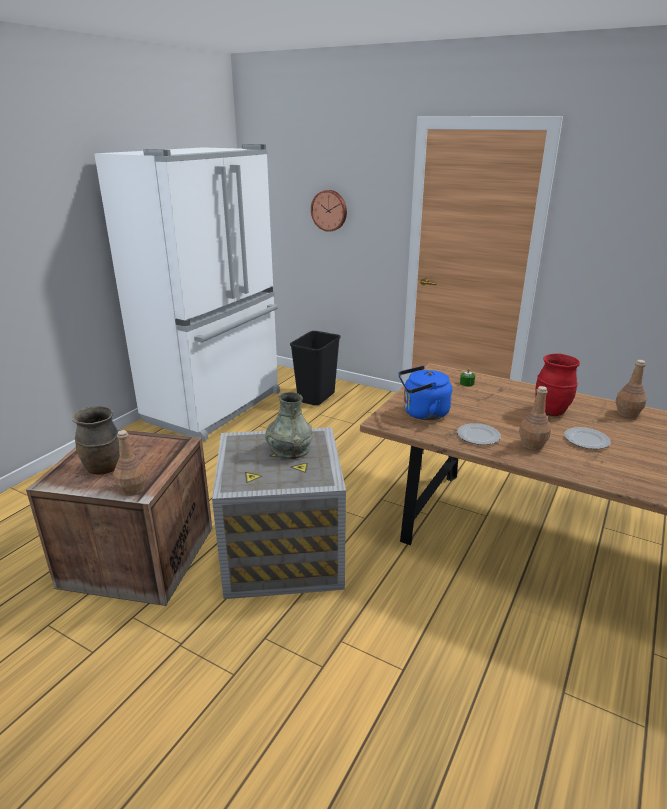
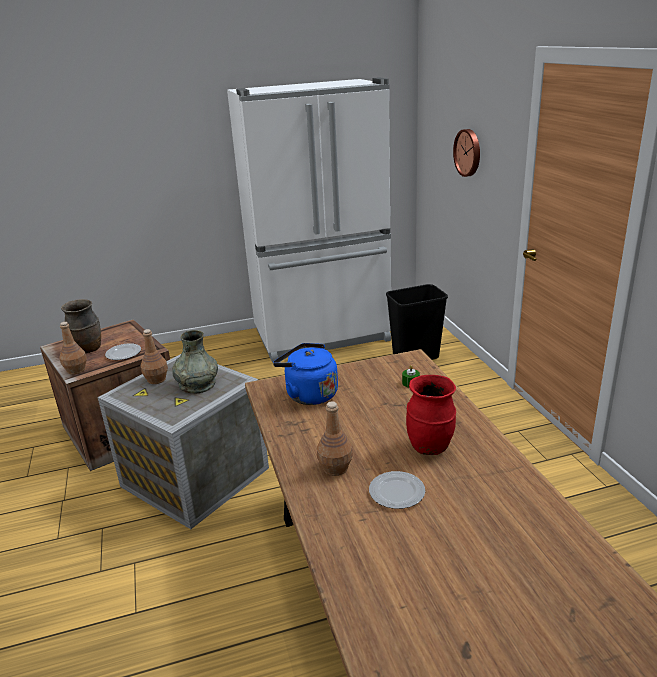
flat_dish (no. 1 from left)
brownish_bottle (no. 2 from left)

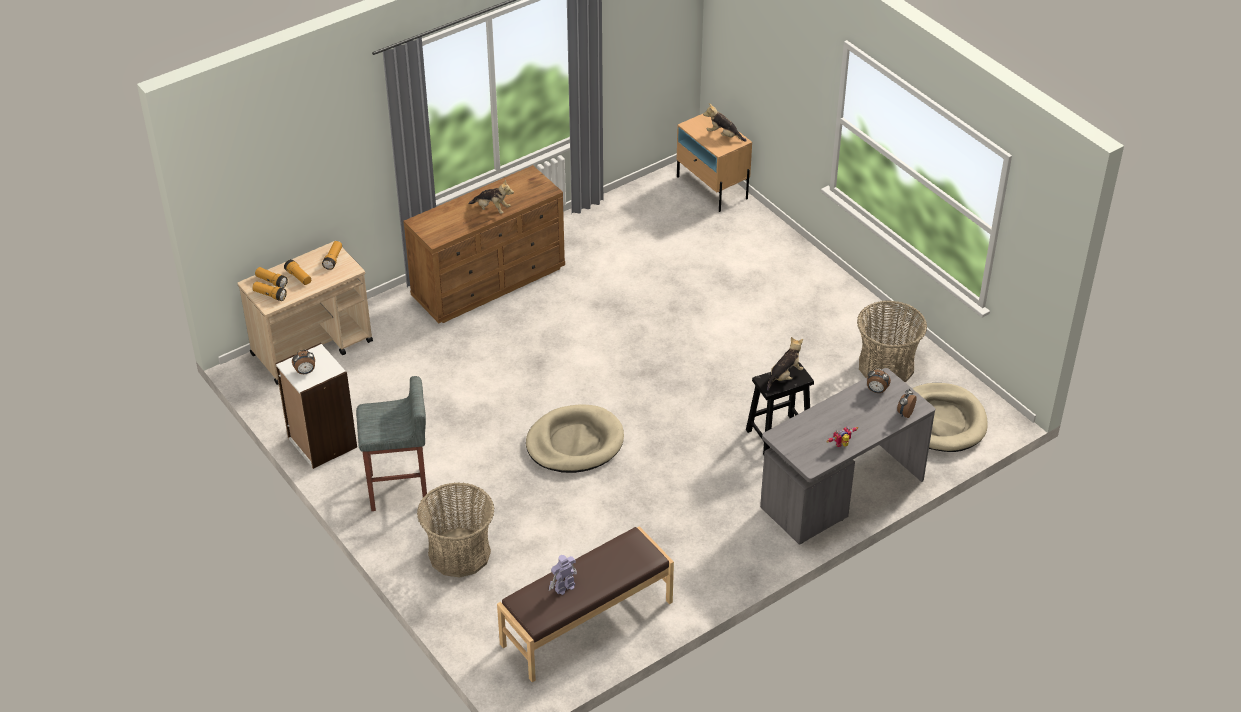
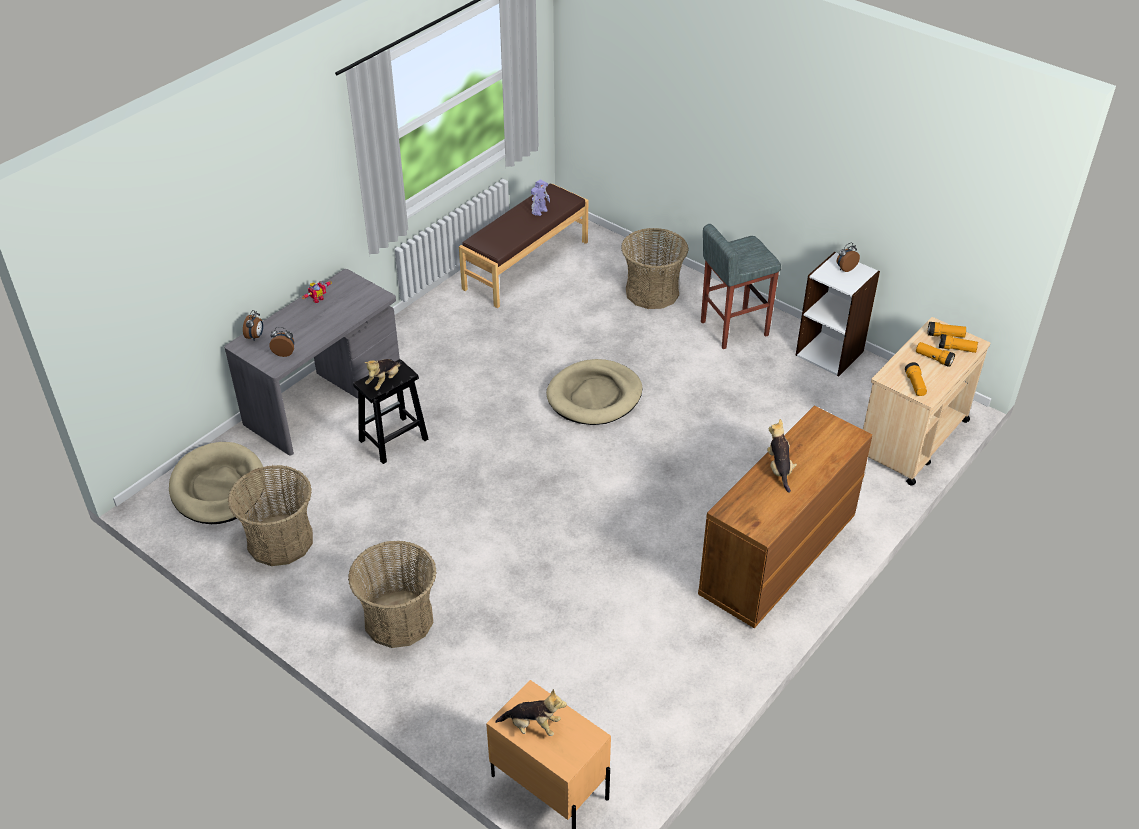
cuddly_toy (no. 3 from left)
basket (no. 2 from left)

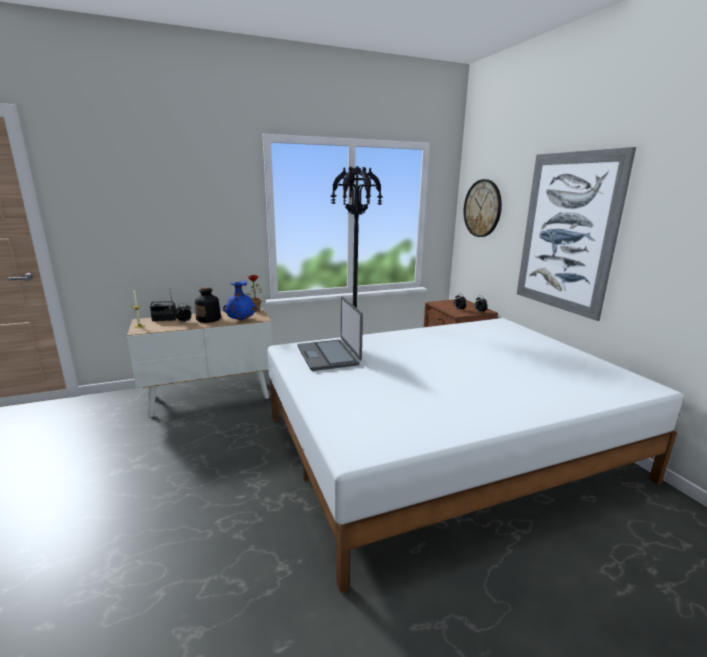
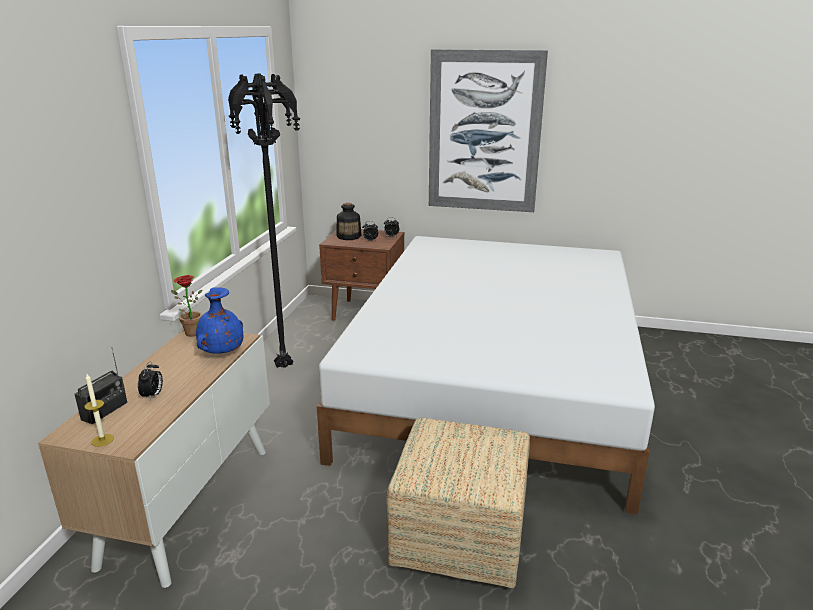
bottle
notebook_computer
hanging_clock
ottoman

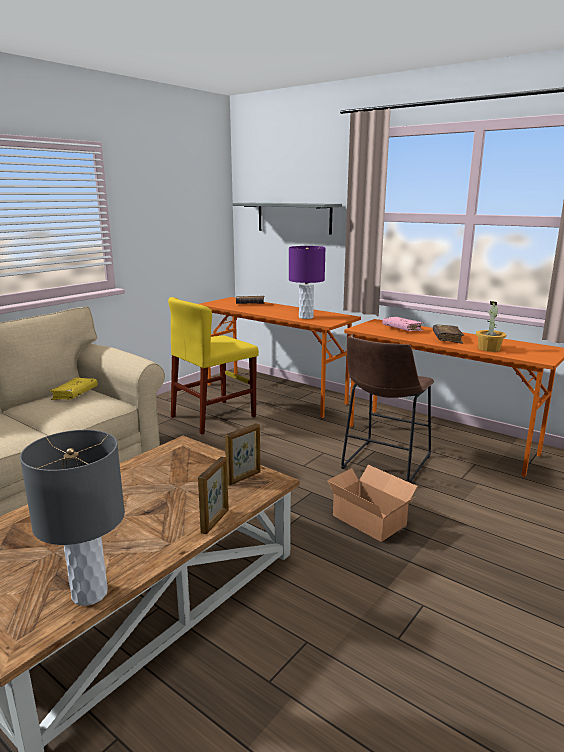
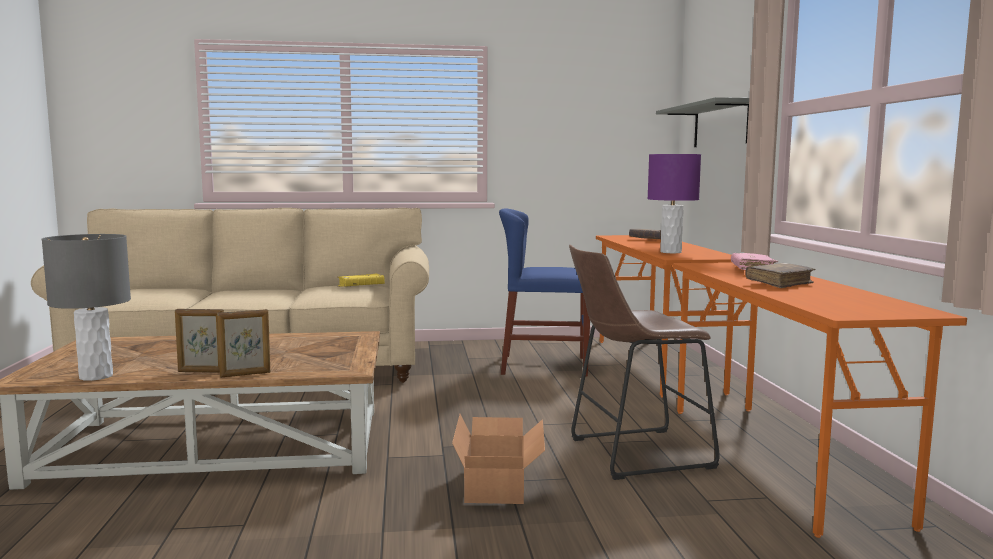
blue_upright_chair
photo_frame (no. 1 from left)
plant_in_a_pot

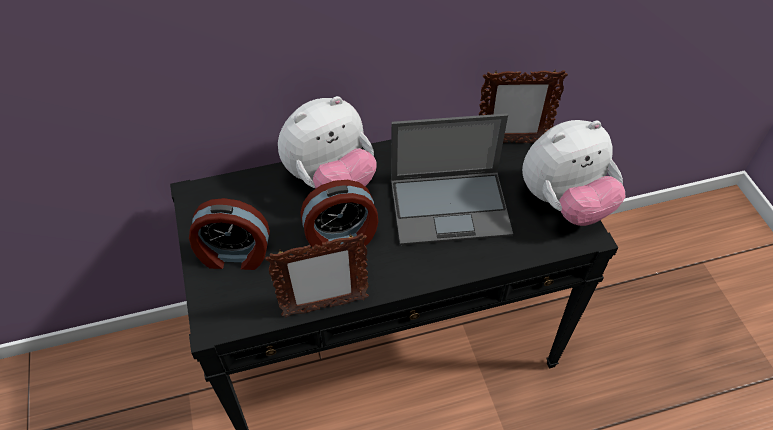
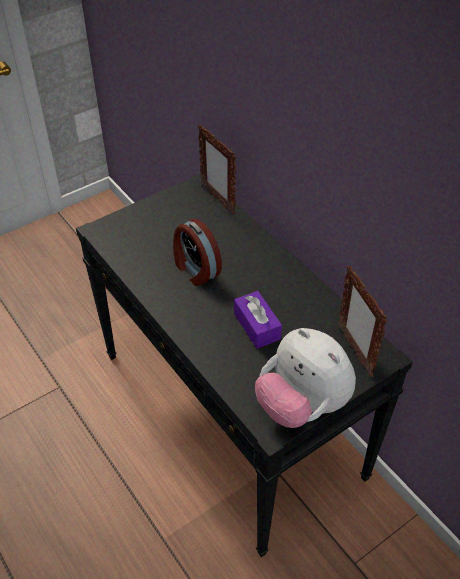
table_clock (no. 1 from left in the first image)
photo_frame (no. 1 from left)
cuddly_toy (no. 1 from left in the first image)
purplish_box_of_tissues

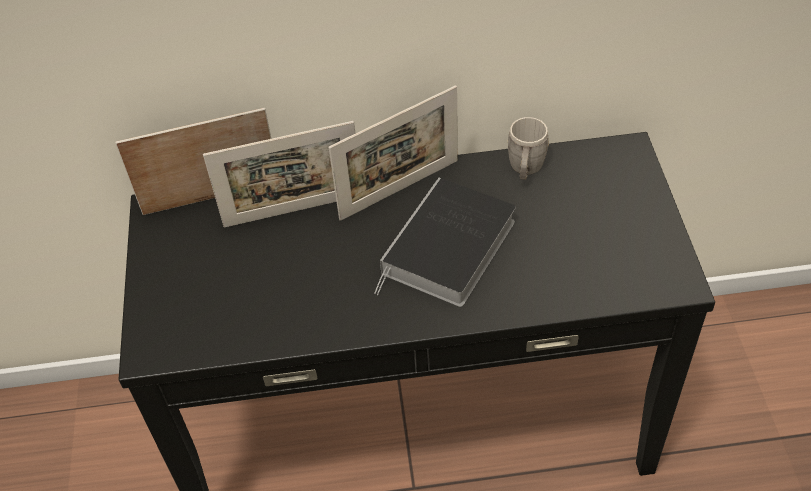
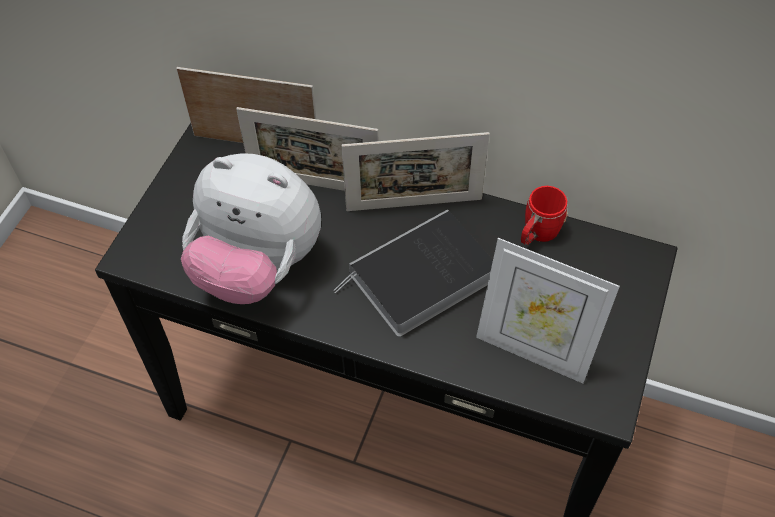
red-coloured_mug
cuddly_toy
photo_frame (no. 4 from left)

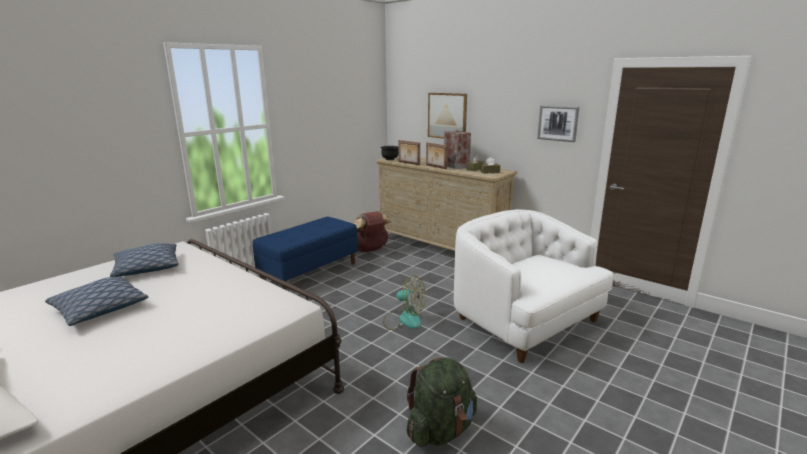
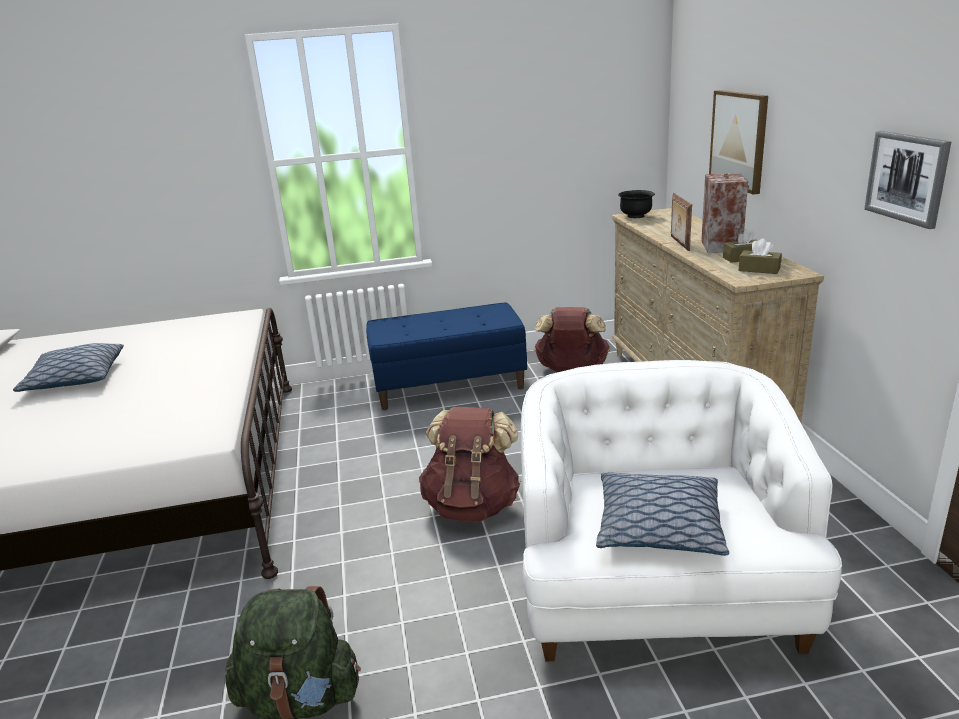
throw_pillow (no. 2 from left)
brownish_rucksack (no. 1 from left)
photo_frame (no. 1 from left in the first image)

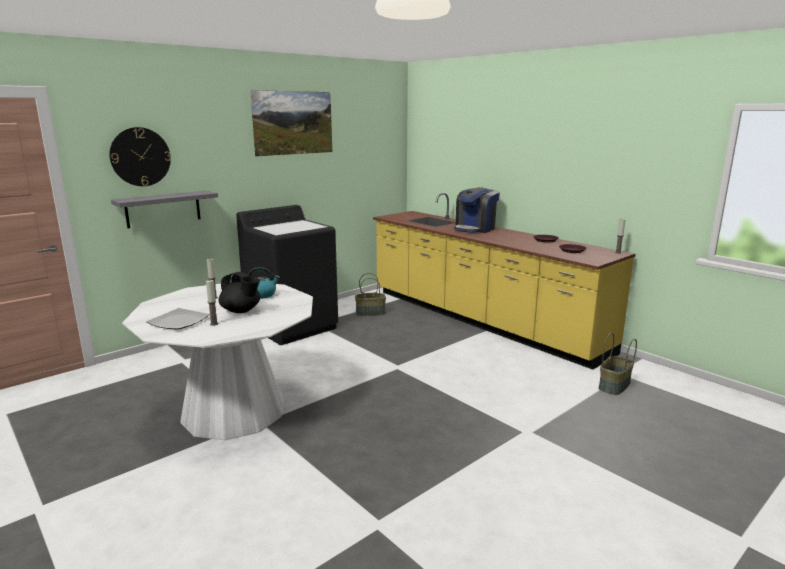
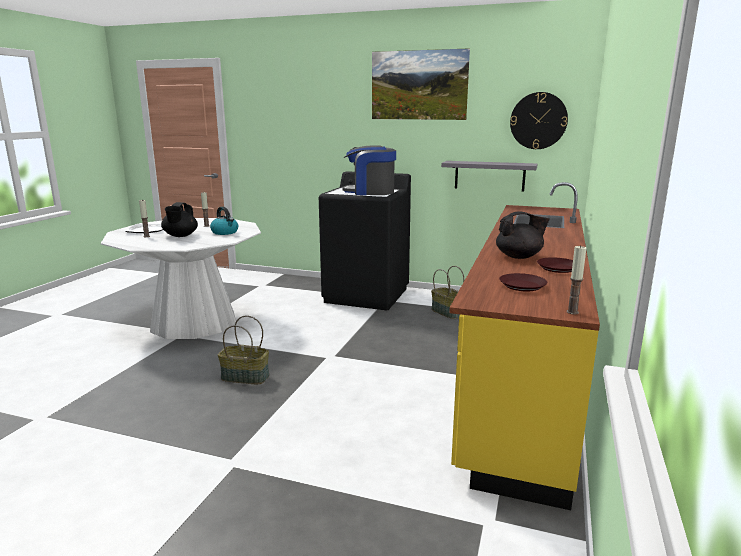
hanging_clock
greyish_wall_shelf
coffee_maker
basket (no. 1 from left)
black-coloured_teapot (no. 2 from left)

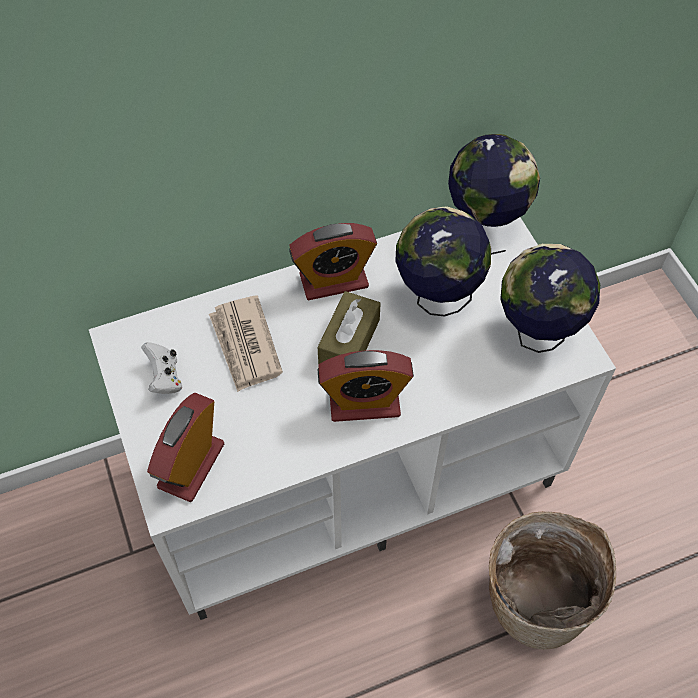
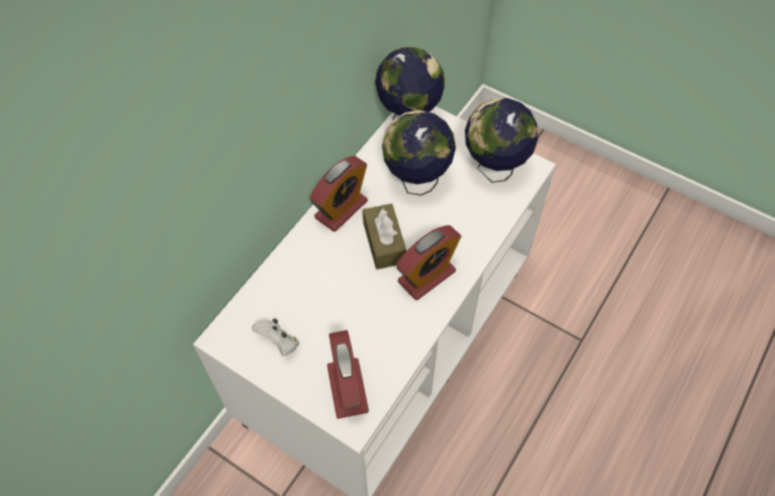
daily_paper
basket

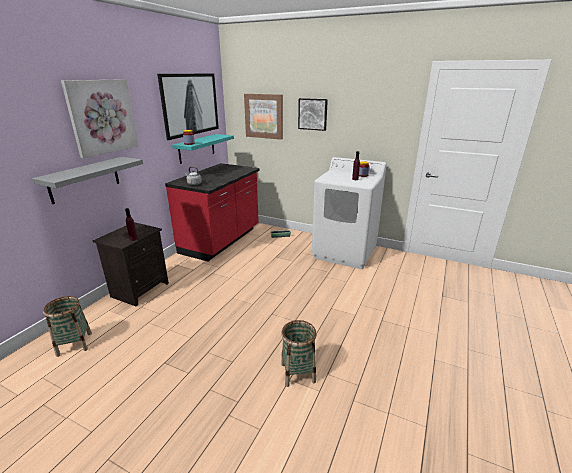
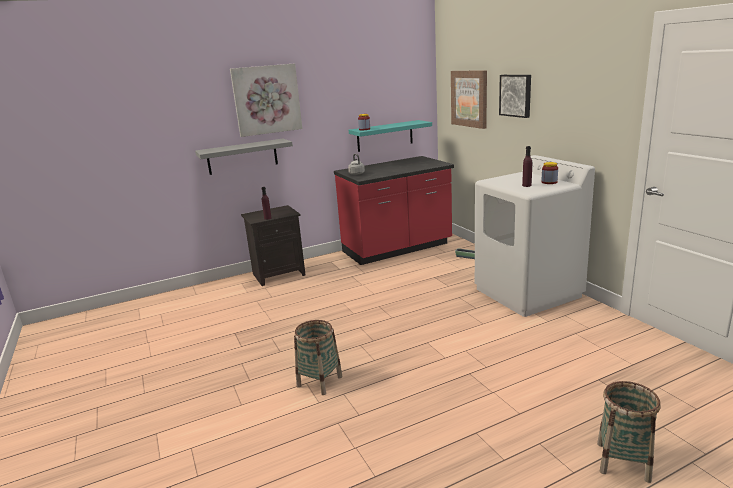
basket (no. 2 from left)
picture (no. 2 from left in the first image)

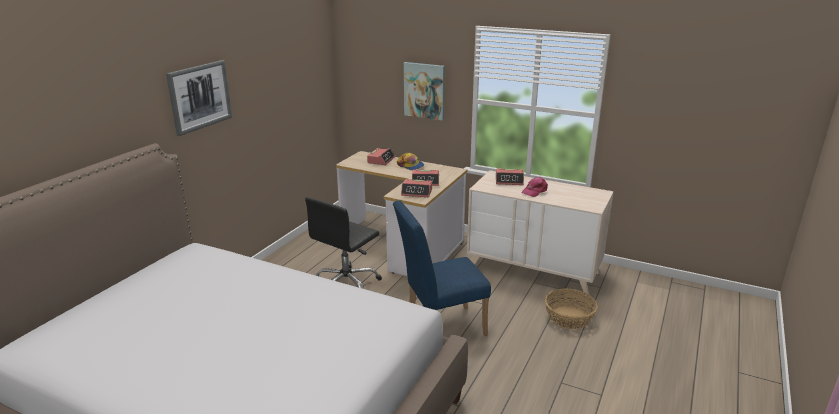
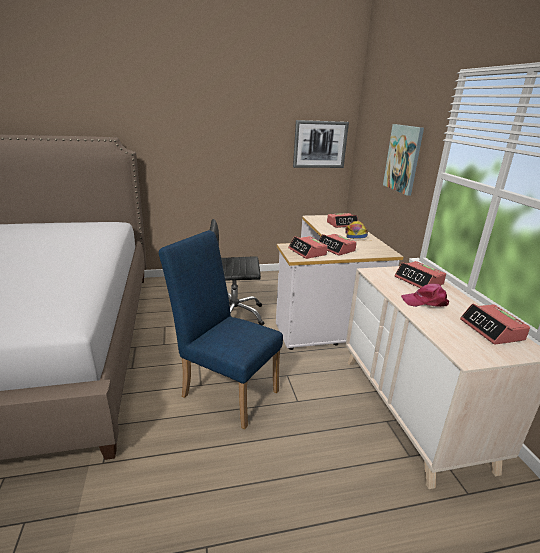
picture (no. 1 from left)
basket
table_clock (no. 5 from left)

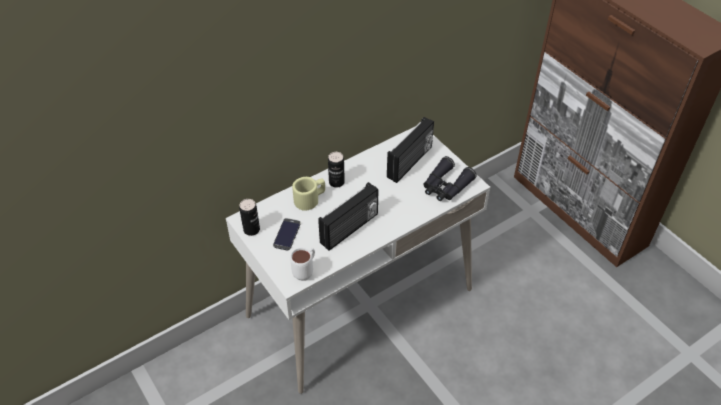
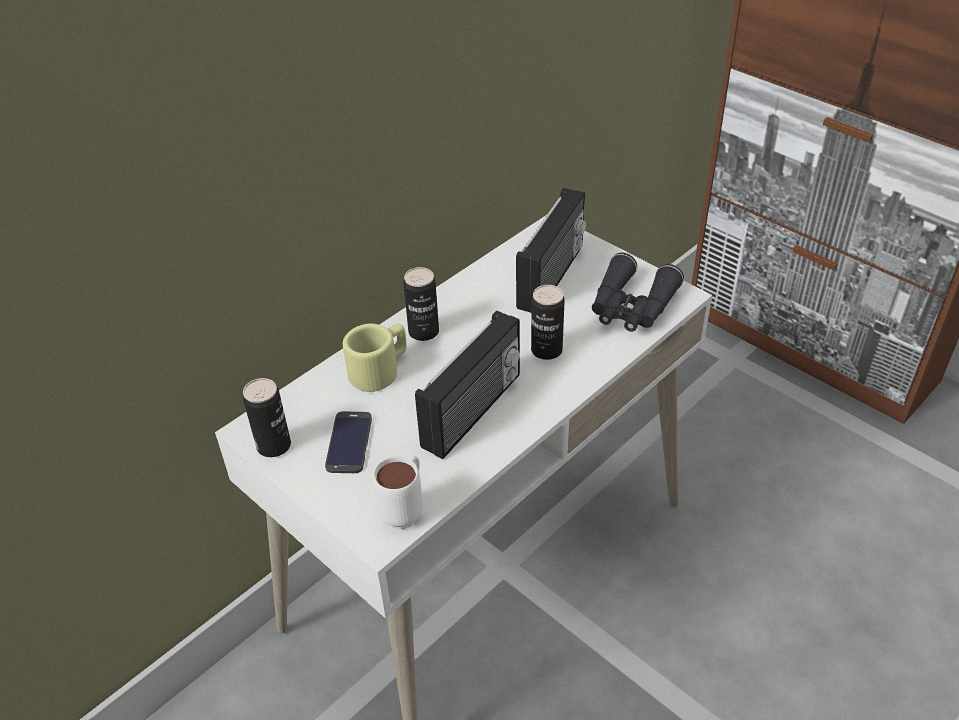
sealed_can (no. 3 from left)

